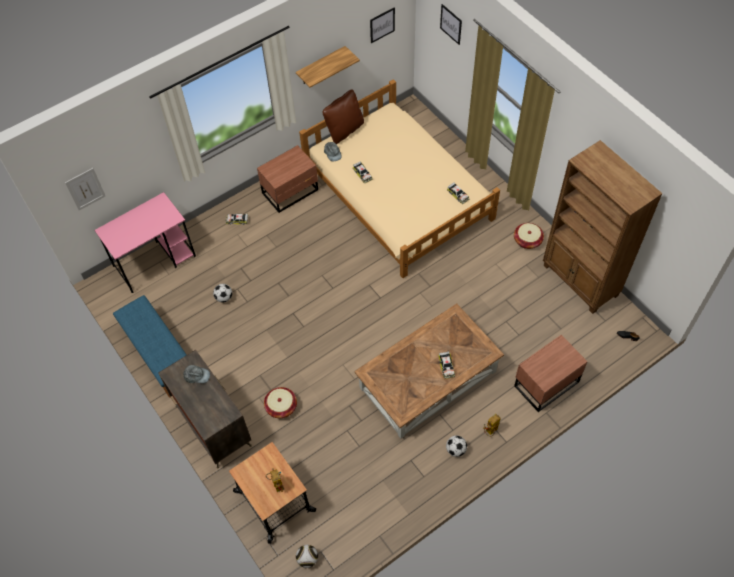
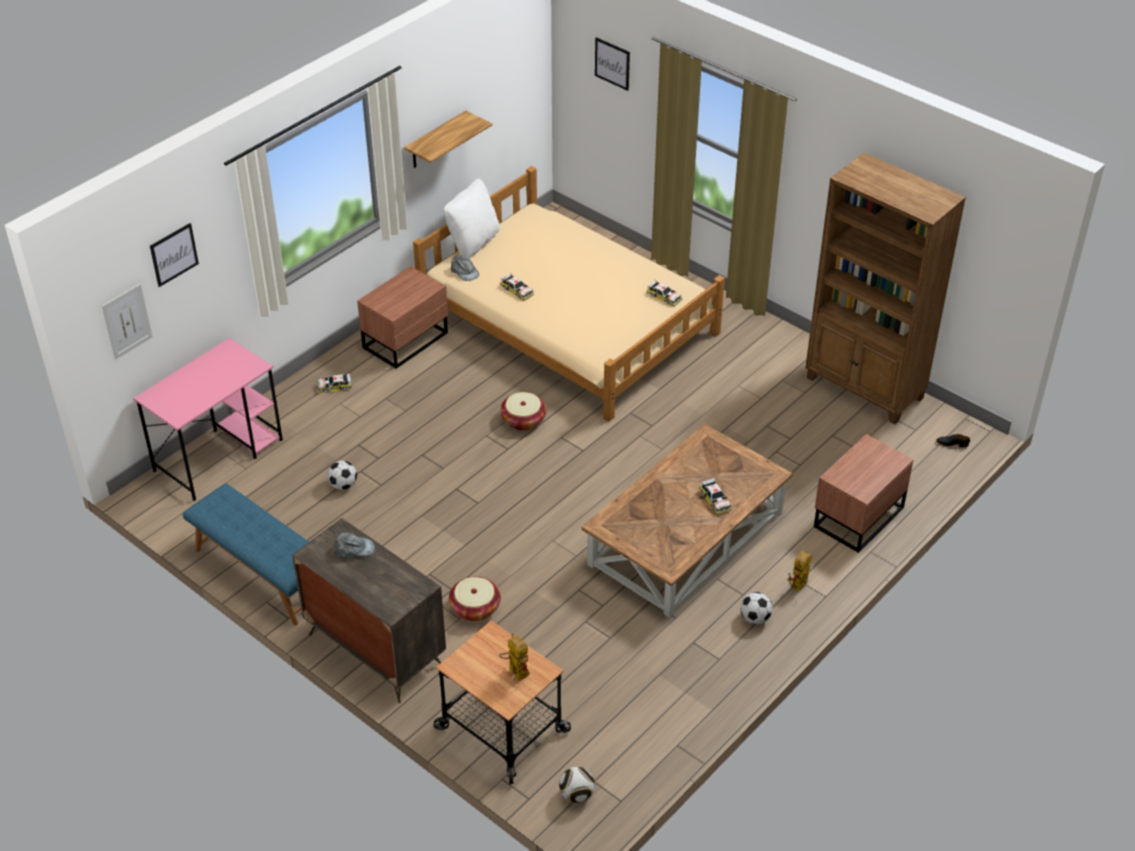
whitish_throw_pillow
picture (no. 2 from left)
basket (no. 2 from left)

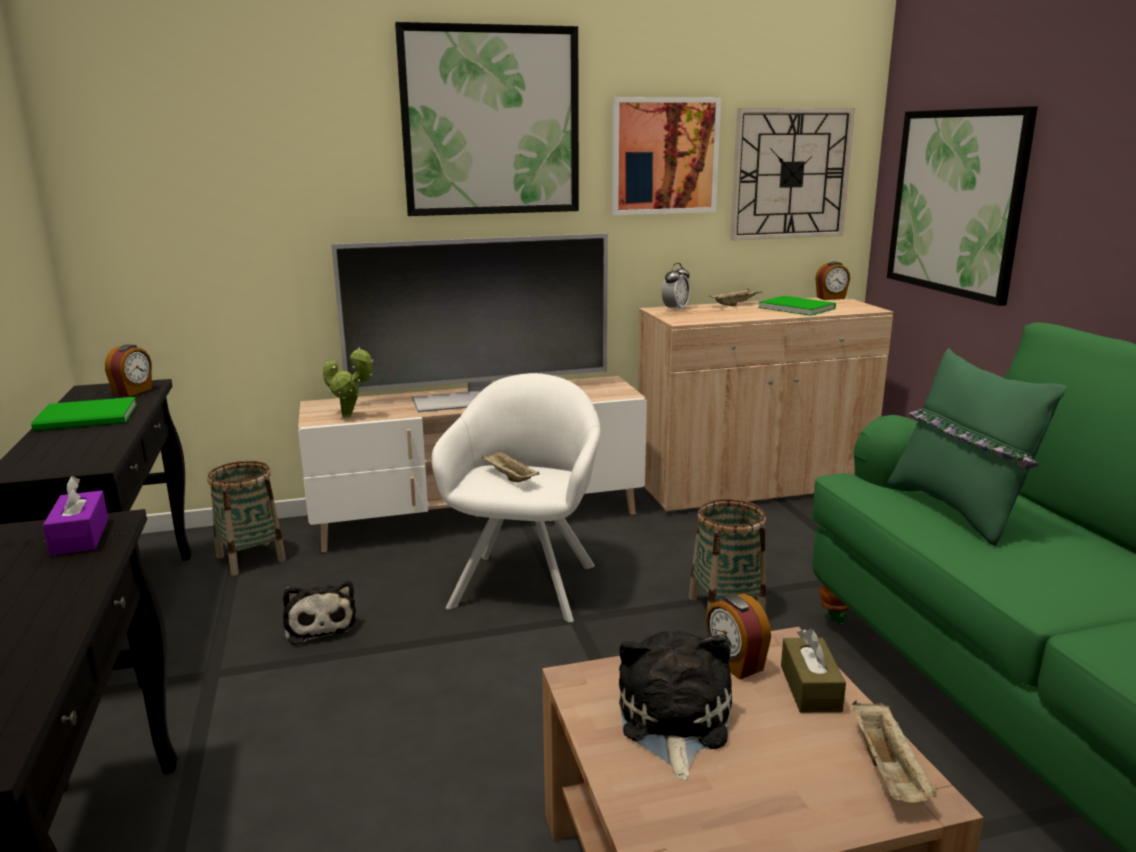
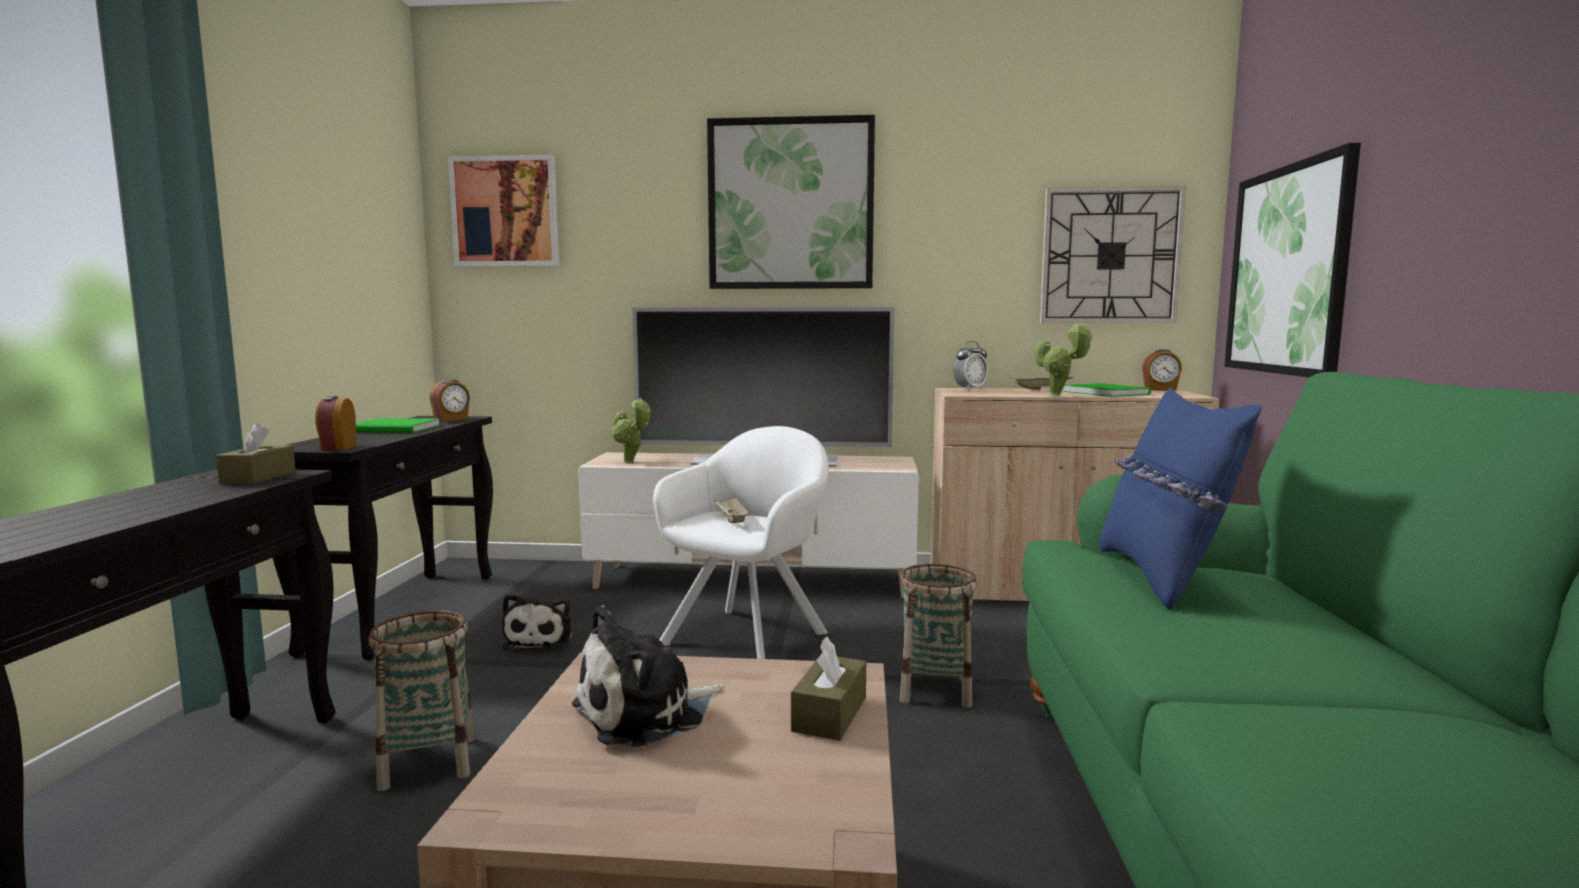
brownish_box_of_tissues (no. 1 from left)
basket (no. 1 from left)
picture (no. 1 from left)
cuddly_toy (no. 2 from left)
table_clock (no. 1 from left)
beige-coloured_serving_tray (no. 3 from left in the first image)
blue_throw_pillow
plant_in_a_pot (no. 2 from left)

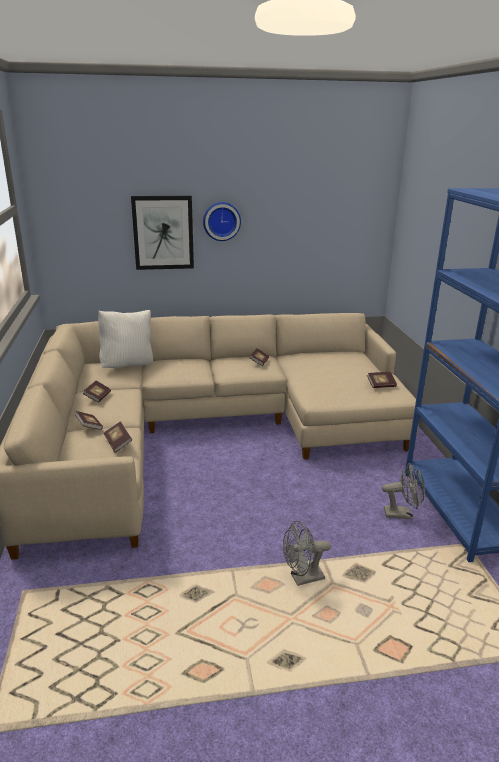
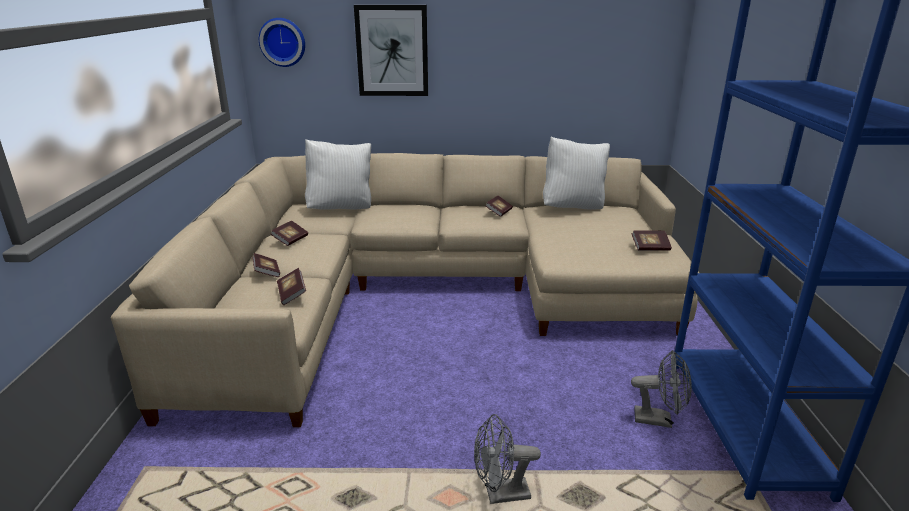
hanging_clock
whitish_throw_pillow (no. 2 from left)

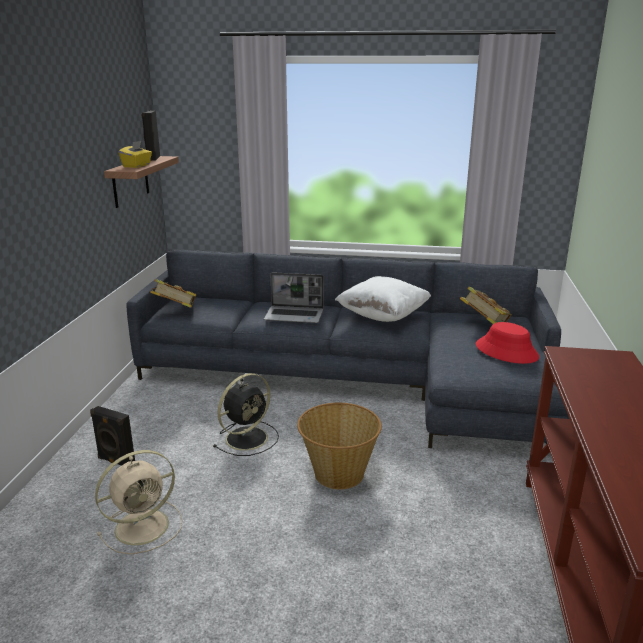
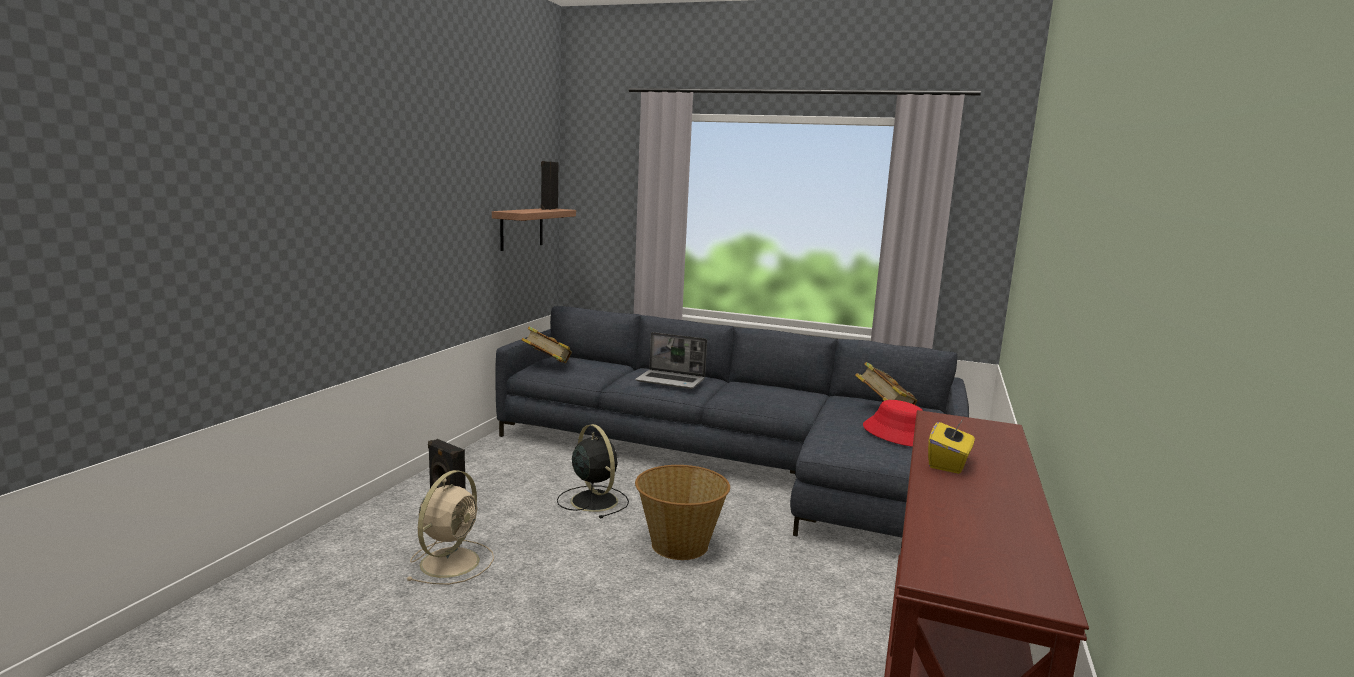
beige-coloured_electric_fan
yellow-coloured_box_of_tissues
black-coloured_electric_fan
whitish_throw_pillow

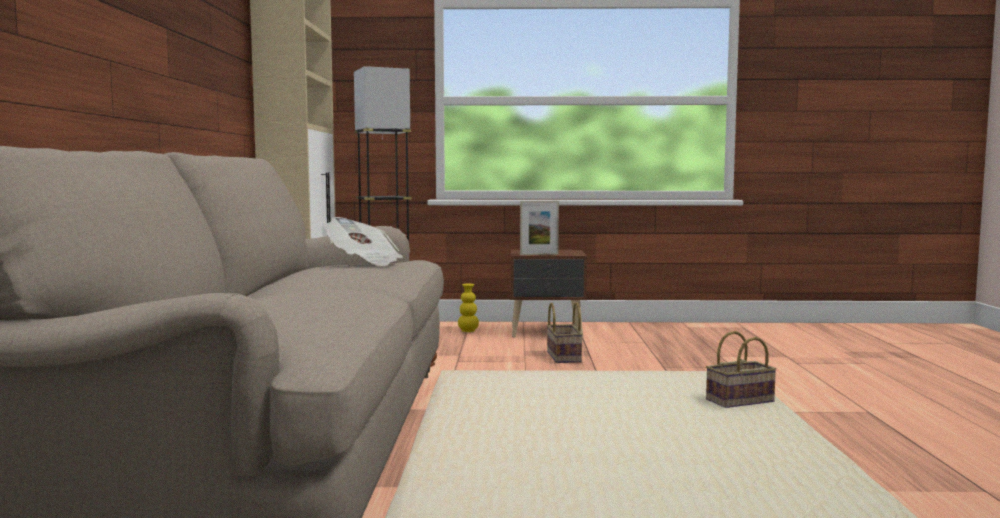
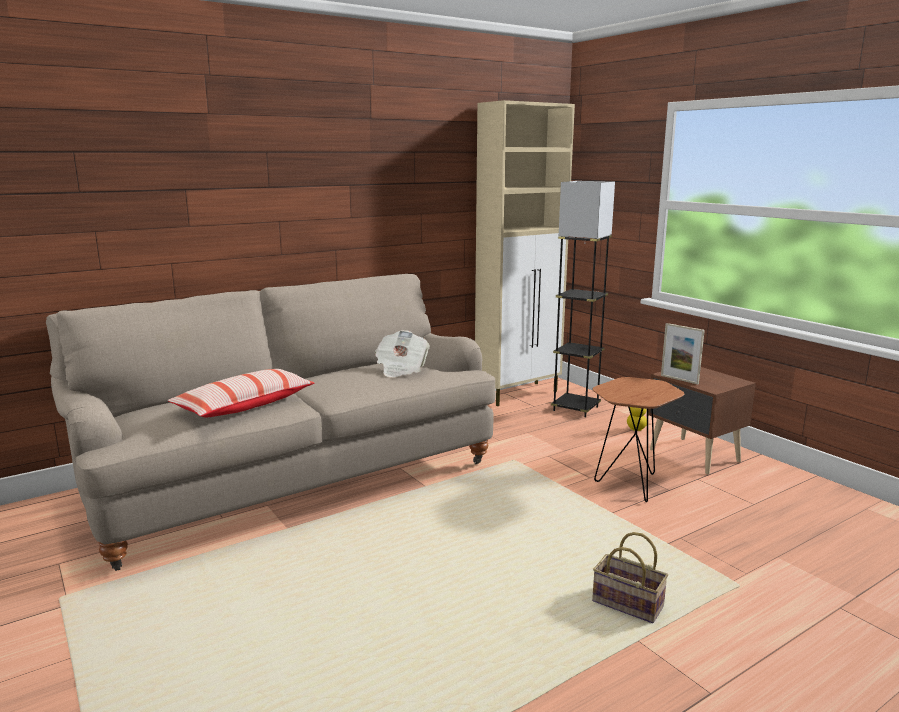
brownish_end_table
throw_pillow

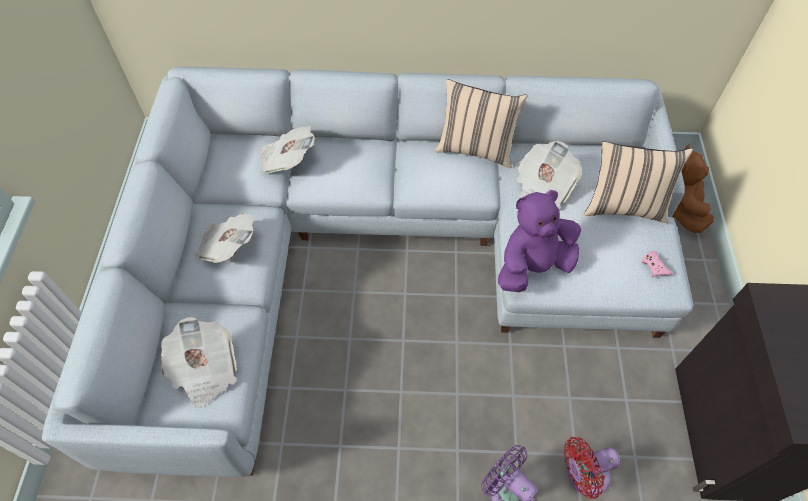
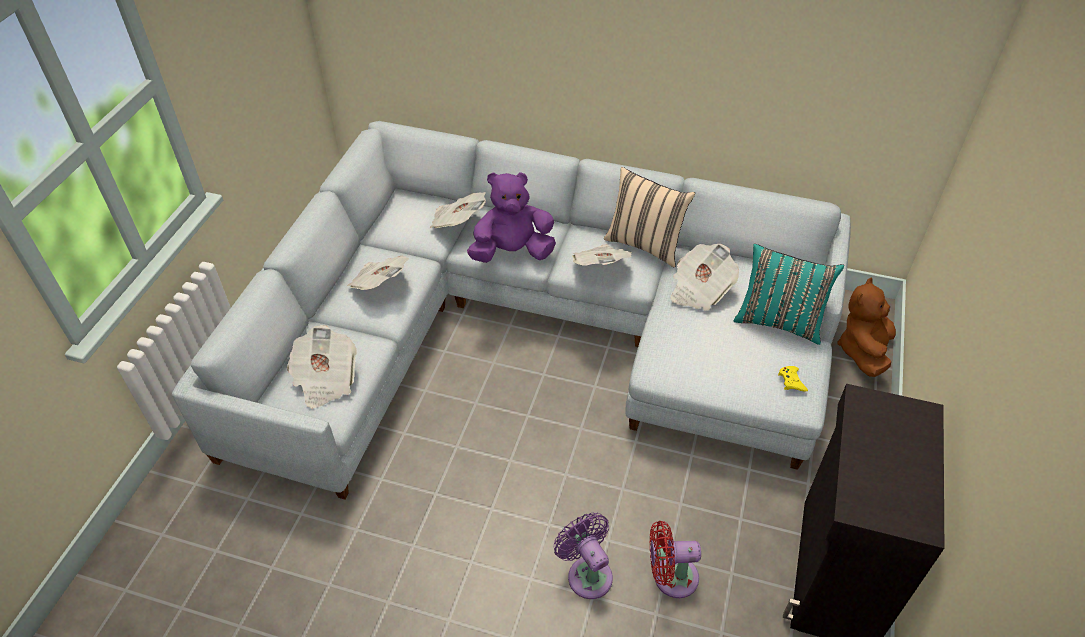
purplish_cuddly_toy
blue-green_throw_pillow
yellow-coloured_gamepad
daily_paper (no. 4 from left)

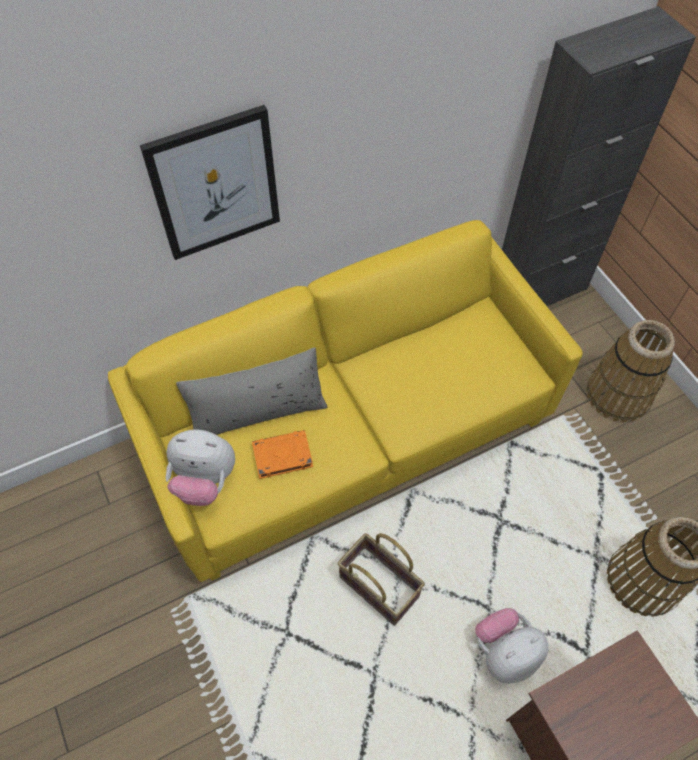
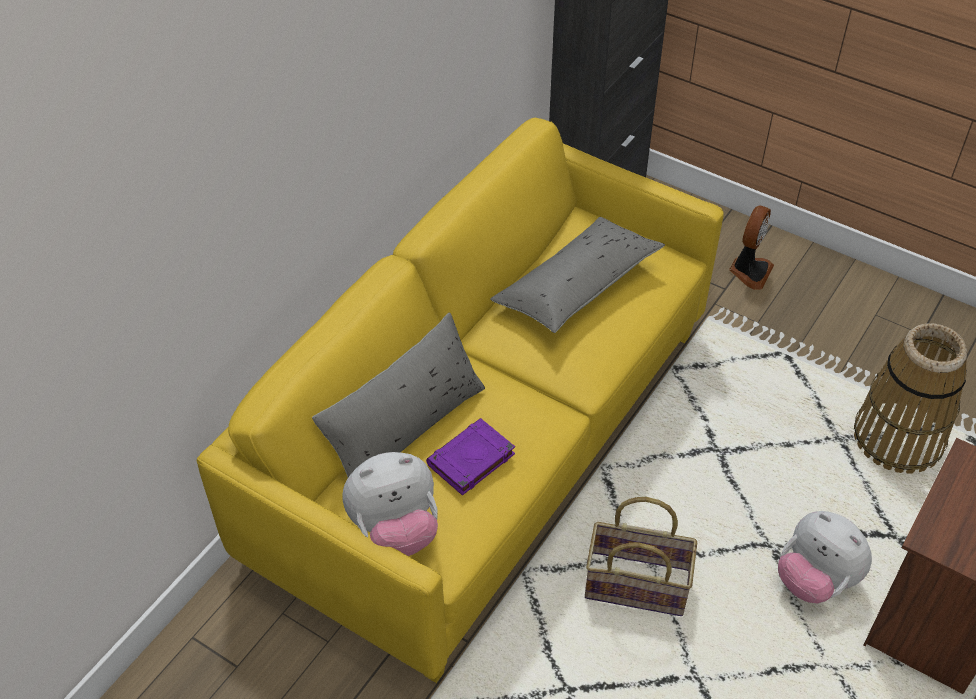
picture
purplish_bound_book
cuddly_toy (no. 2 from left)
electric_fan
greyish_throw_pillow (no. 2 from left)

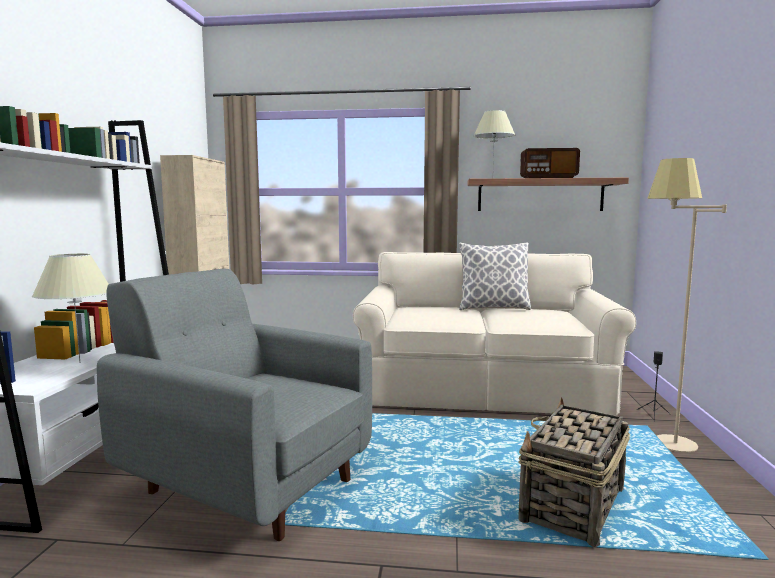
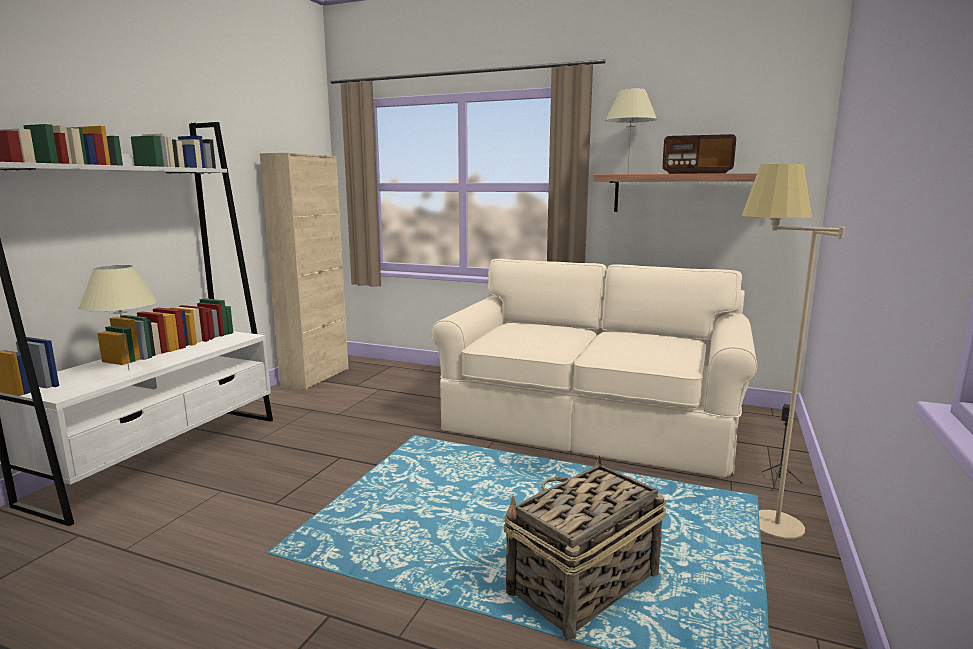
greyish_armchair
throw_pillow

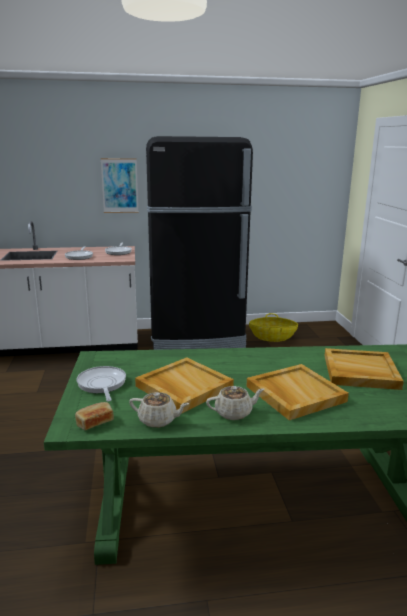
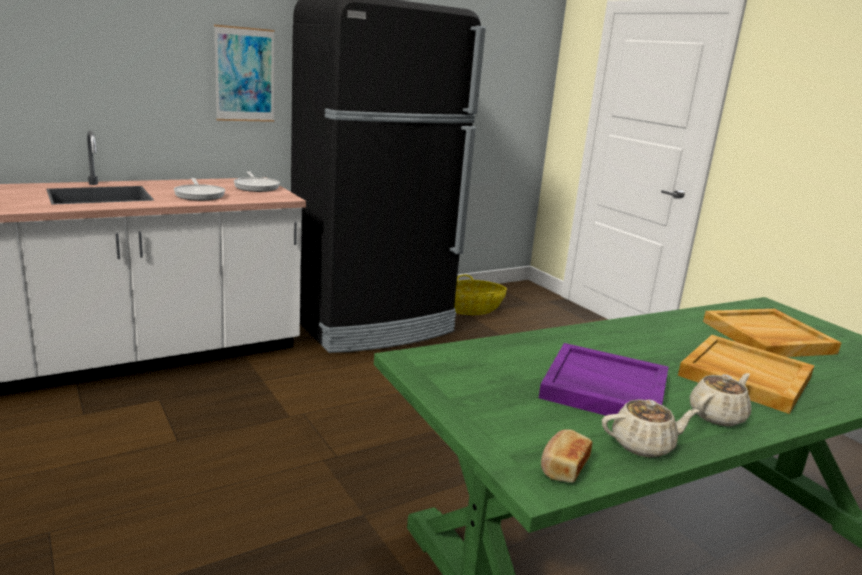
skillet (no. 2 from left in the first image)
purplish_serving_tray

